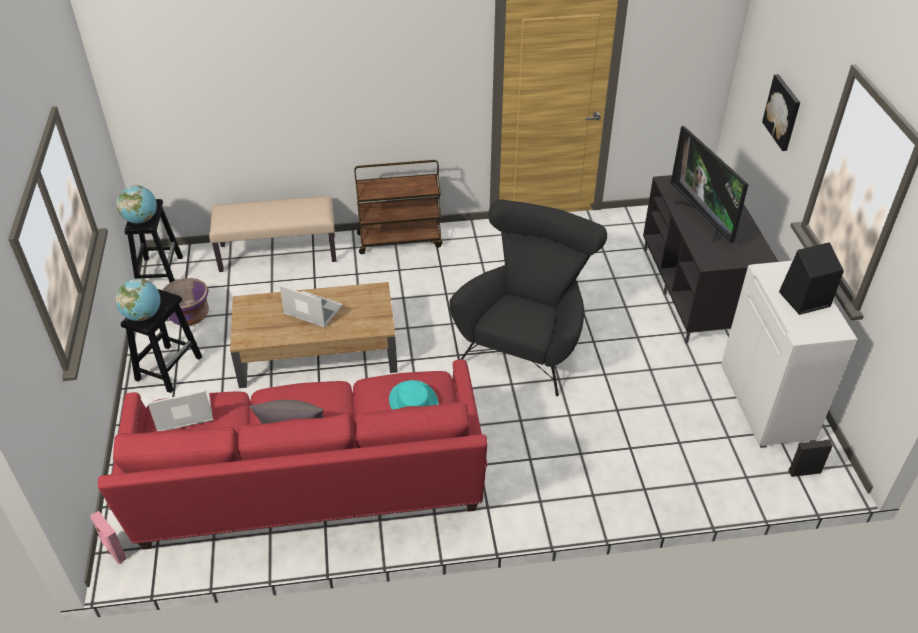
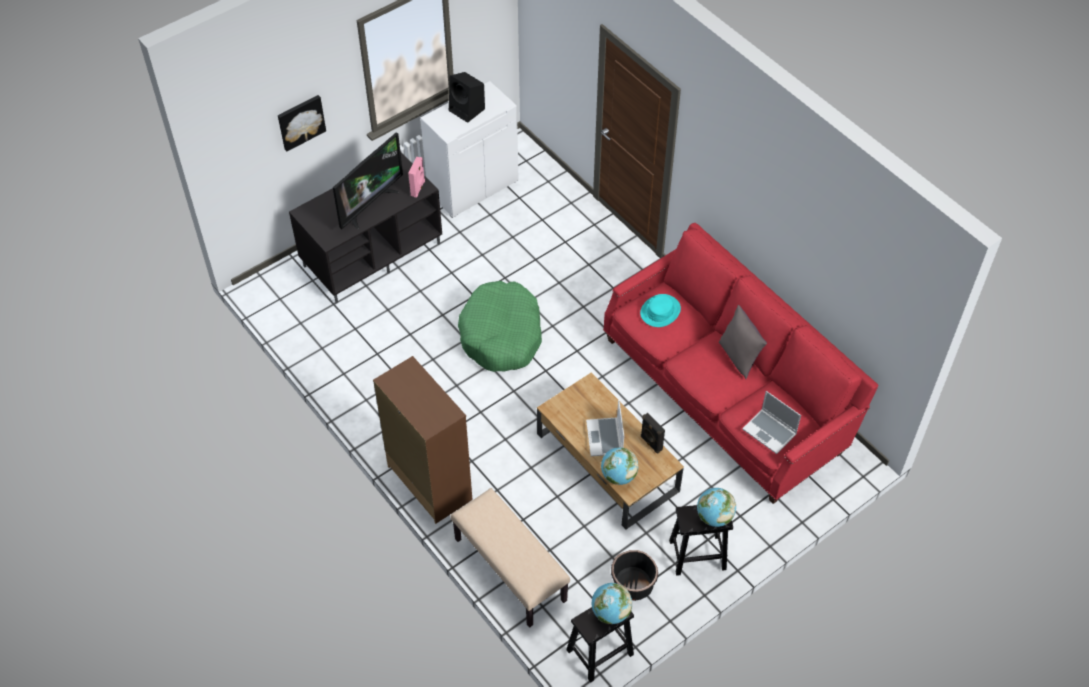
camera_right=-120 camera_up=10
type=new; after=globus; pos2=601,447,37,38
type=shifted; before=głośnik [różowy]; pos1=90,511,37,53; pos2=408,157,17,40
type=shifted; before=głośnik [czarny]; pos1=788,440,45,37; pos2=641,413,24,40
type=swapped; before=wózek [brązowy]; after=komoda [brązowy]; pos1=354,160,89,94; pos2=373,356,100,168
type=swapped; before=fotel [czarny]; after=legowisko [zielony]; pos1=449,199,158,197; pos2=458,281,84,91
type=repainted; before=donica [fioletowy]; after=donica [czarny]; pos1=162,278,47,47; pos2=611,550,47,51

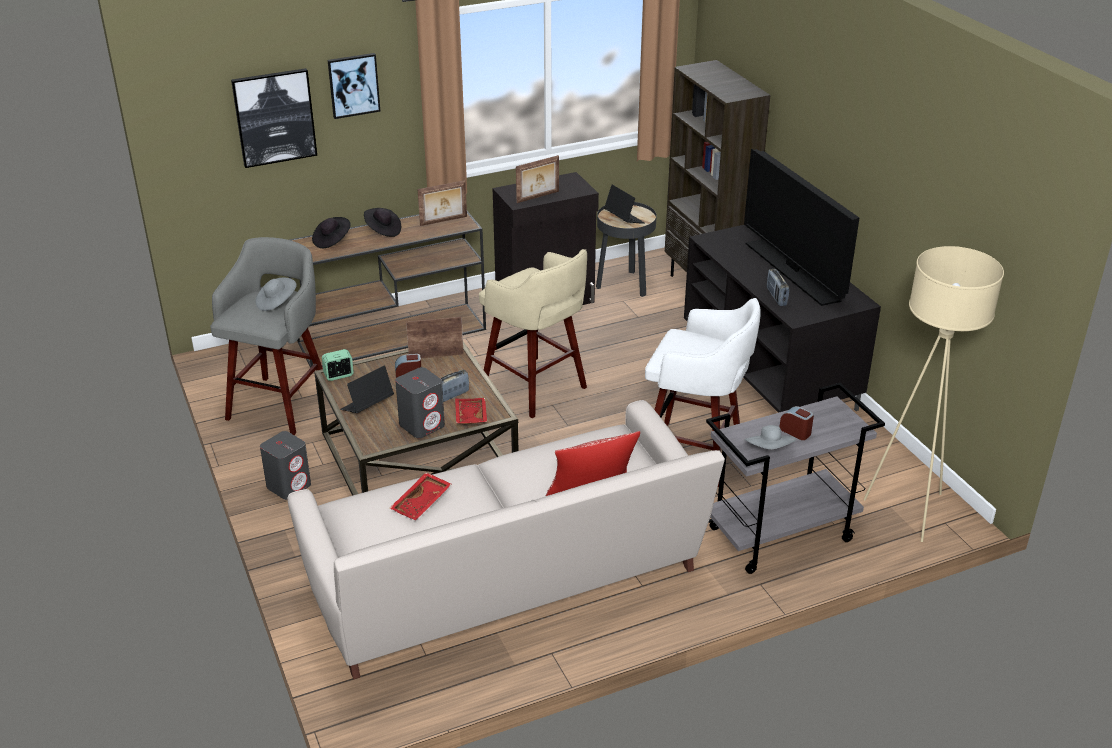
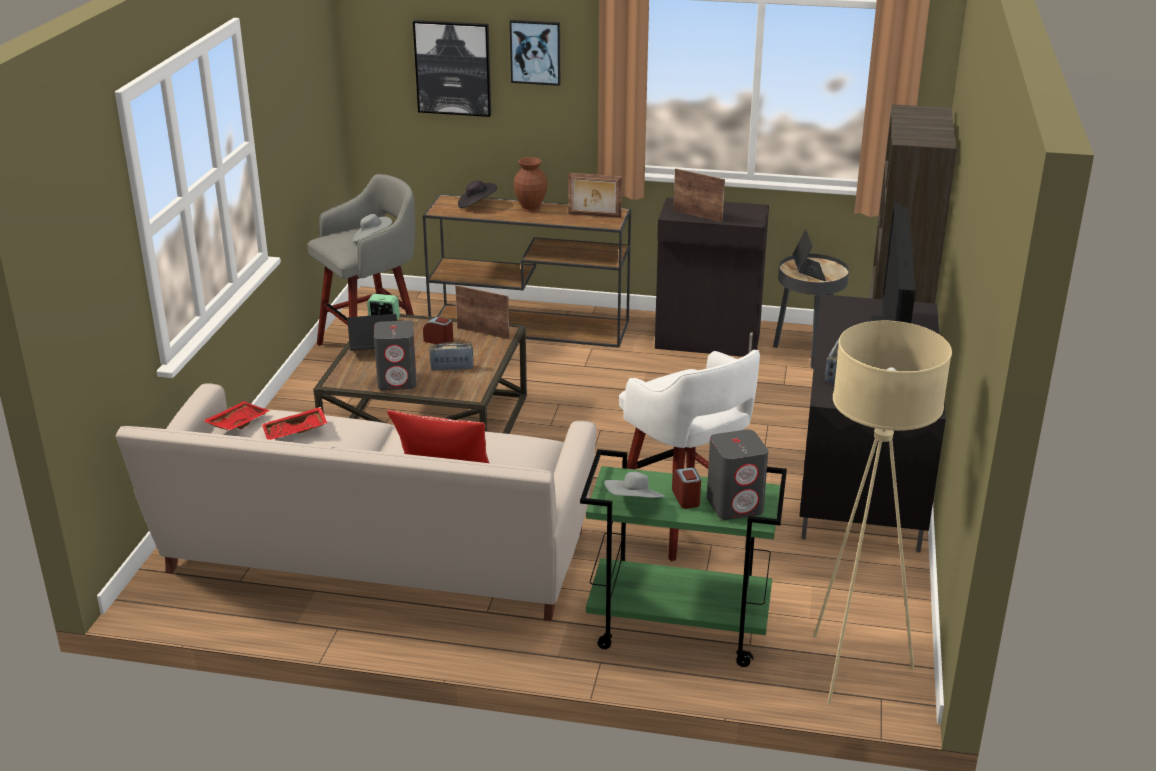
camera_right=35 camera_up=-5
type=gone; before=stołek [beżowy]; pos1=479,249,108,169
type=shifted; before=głośnik [szary]; pos1=260,431,51,69; pos2=707,430,61,90
type=shifted; before=taca [czerwony]; pos1=455,398,32,26; pos2=203,401,67,30
type=swapped; before=kapelusz [czarny]; after=wazon [brązowy]; pos1=364,208,37,29; pos2=513,157,35,55
type=repainted; before=wózek [szary]; after=wózek [zielony]; pos1=706,383,179,191; pos2=580,449,207,218
type=rotated; before=ramka na zdjęcie; pos1=516,155,43,48; pos2=673,168,52,54; turn=-150

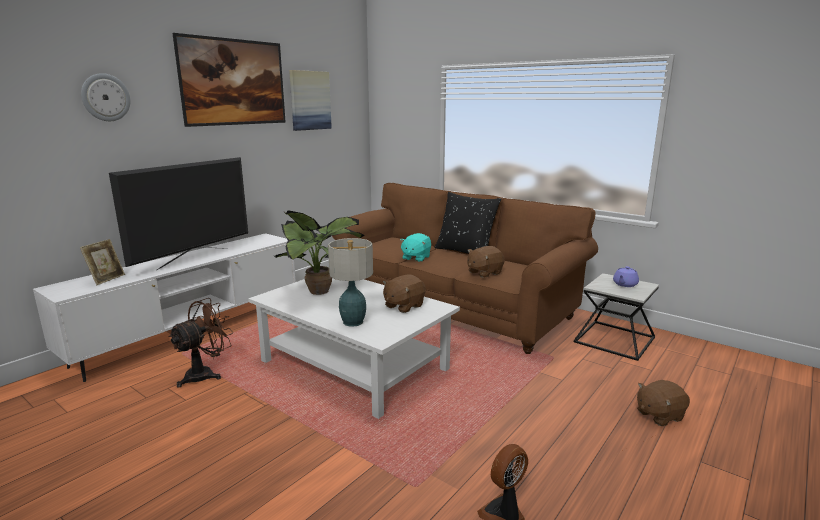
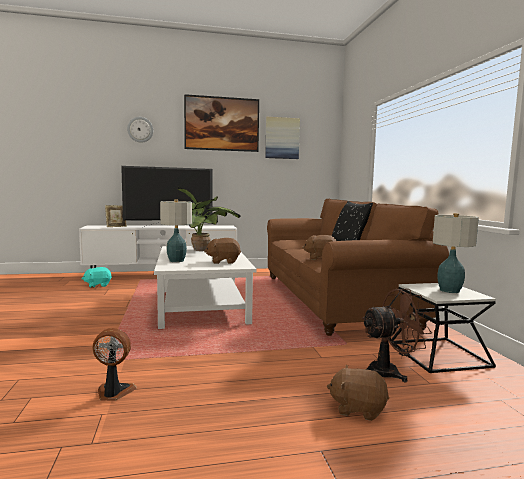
camera_right=40 camera_up=-10
type=shifted; before=wentylator [brązowy]; pos1=168,298,66,90; pos2=361,289,71,94
type=shifted; before=pluszak [turkusowy]; pos1=400,233,31,29; pos2=82,267,30,21
type=swapped; before=imbryk [fioletowy]; after=lampa stołowa; pos1=613,266,26,21; pos2=433,213,46,80

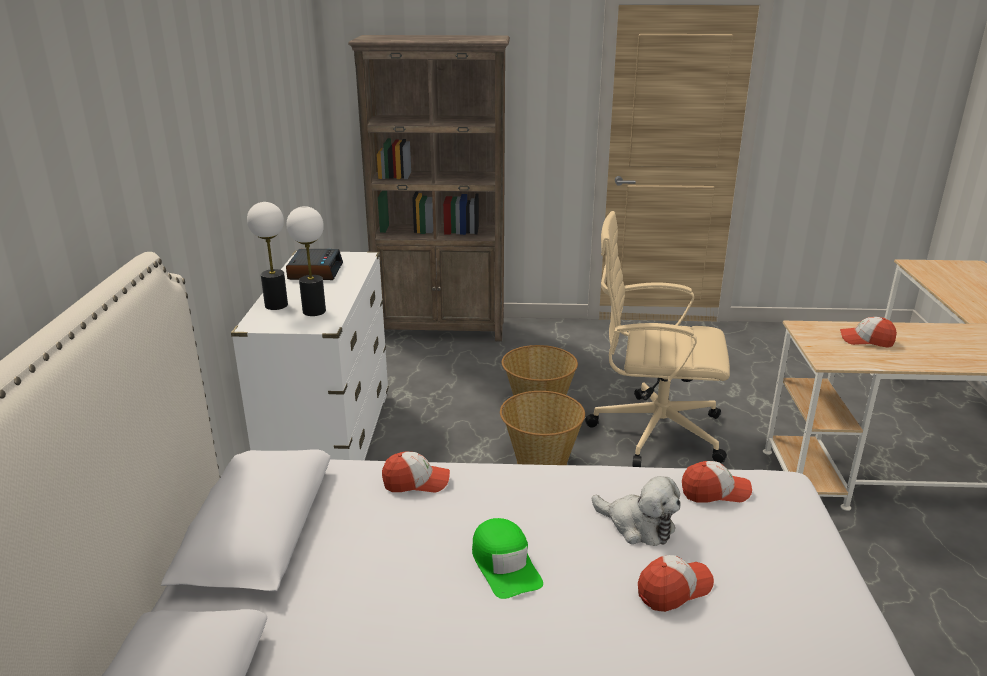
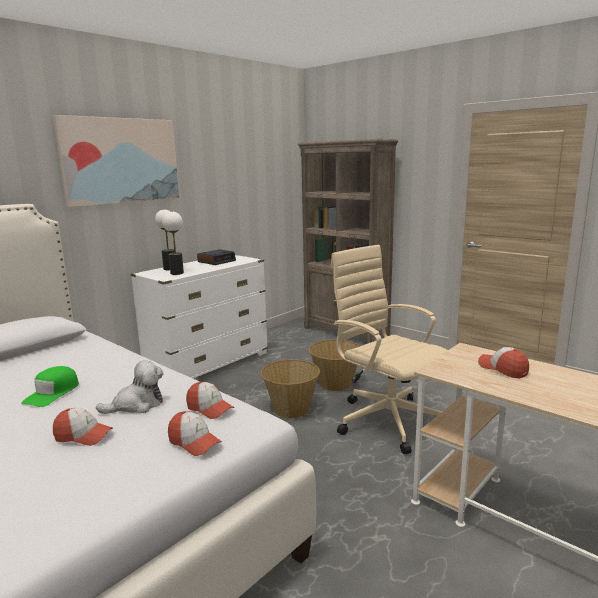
camera_right=40 camera_up=-10
type=new; after=obraz; pos2=53,115,126,92
type=shifted; before=czapka z daszkiem; pos1=382,452,68,41; pos2=168,411,54,45
type=rotated; before=pluszak; pos1=592,476,89,70; pos2=96,360,68,54; turn=-105

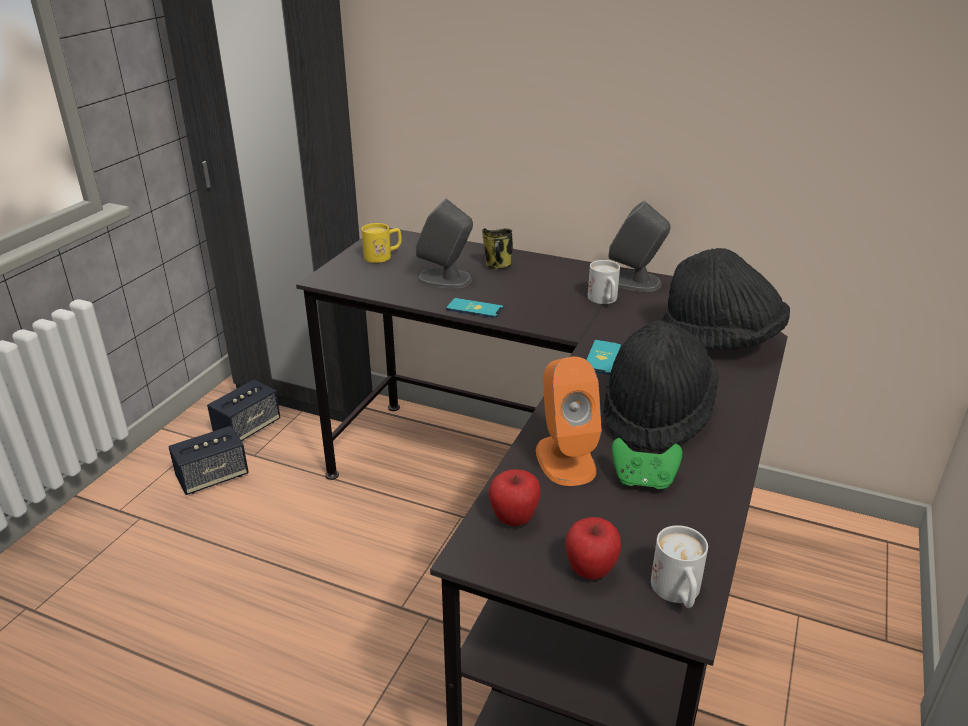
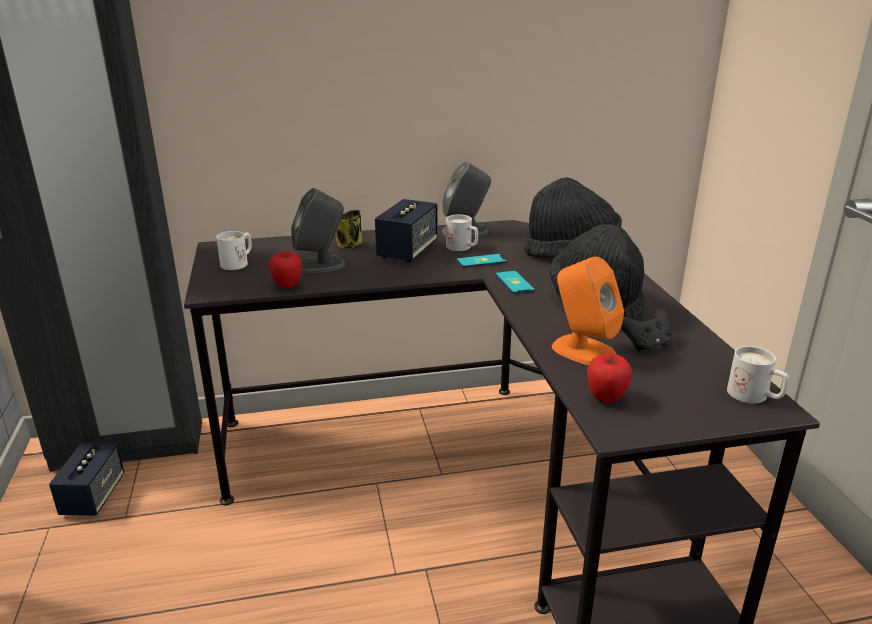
camera_right=-35 camera_up=-5
type=shifted; before=głośnik; pos1=168,426,81,69; pos2=375,199,62,63
type=shifted; before=telefon; pos1=446,298,57,20; pos2=457,254,50,14
type=shifted; before=jabłko; pos1=565,517,56,63; pos2=269,251,33,37
type=repainted; before=kubek [żółty]; after=kubek [biały]; pos1=362,223,40,40; pos2=216,231,36,39
type=repainted; before=pad do gier [zielony]; after=pad do gier [czarny]; pos1=612,438,70,52; pos2=621,308,52,44

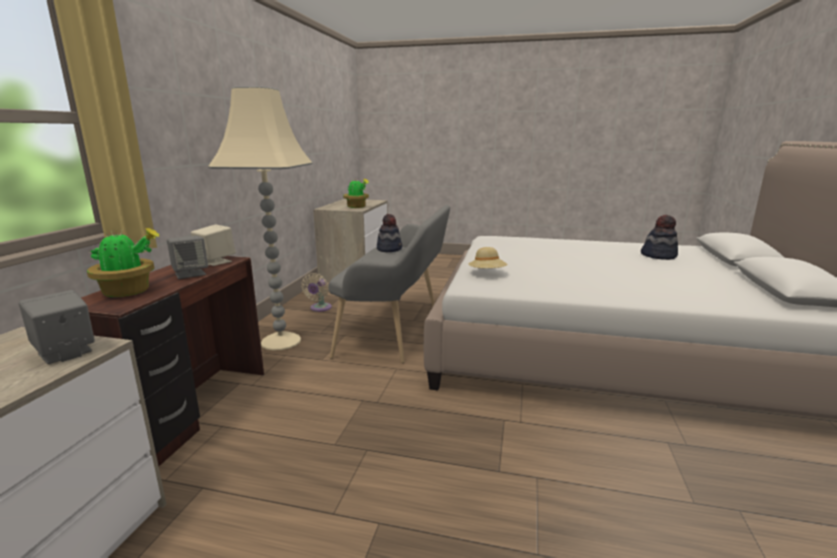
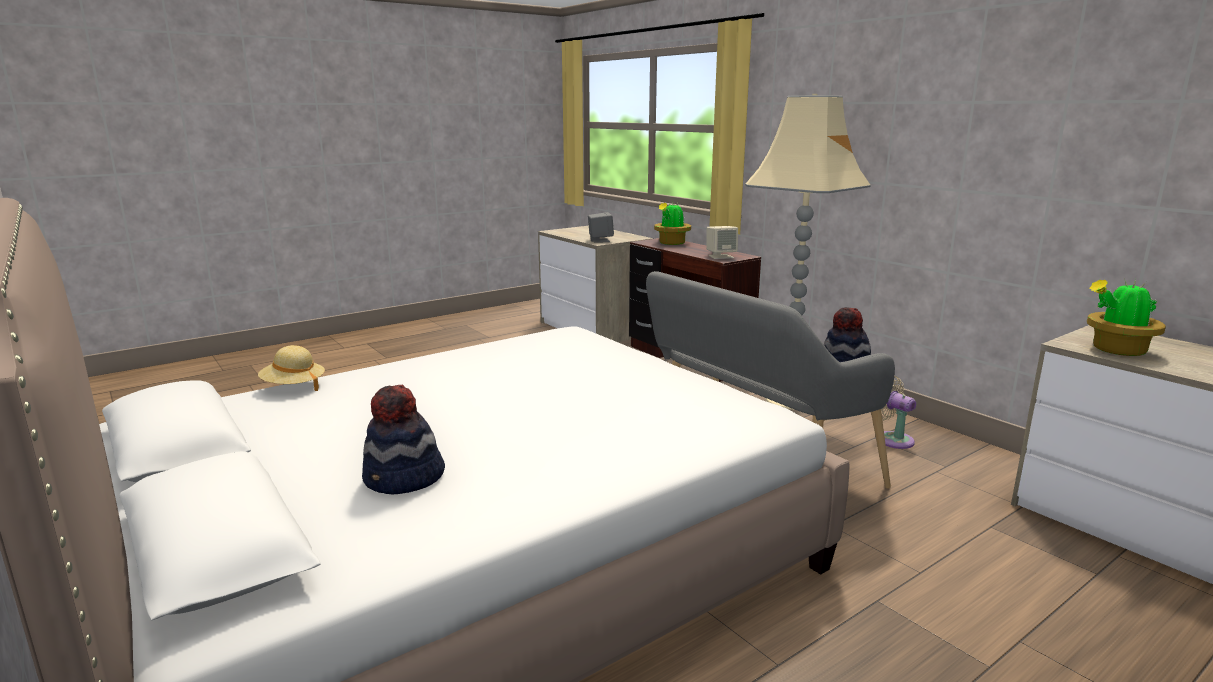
camera_right=130 camera_up=0
type=gone; before=głośnik [szary]; pos1=167,236,41,43
type=shifted; before=kapelusz [beżowy]; pos1=468,247,39,21; pos2=258,345,67,46

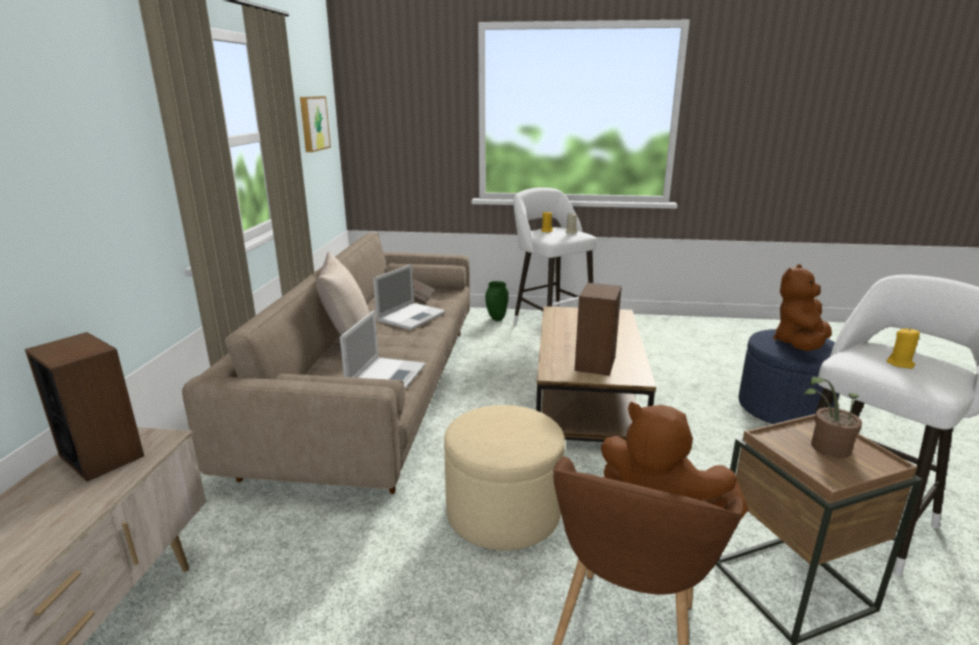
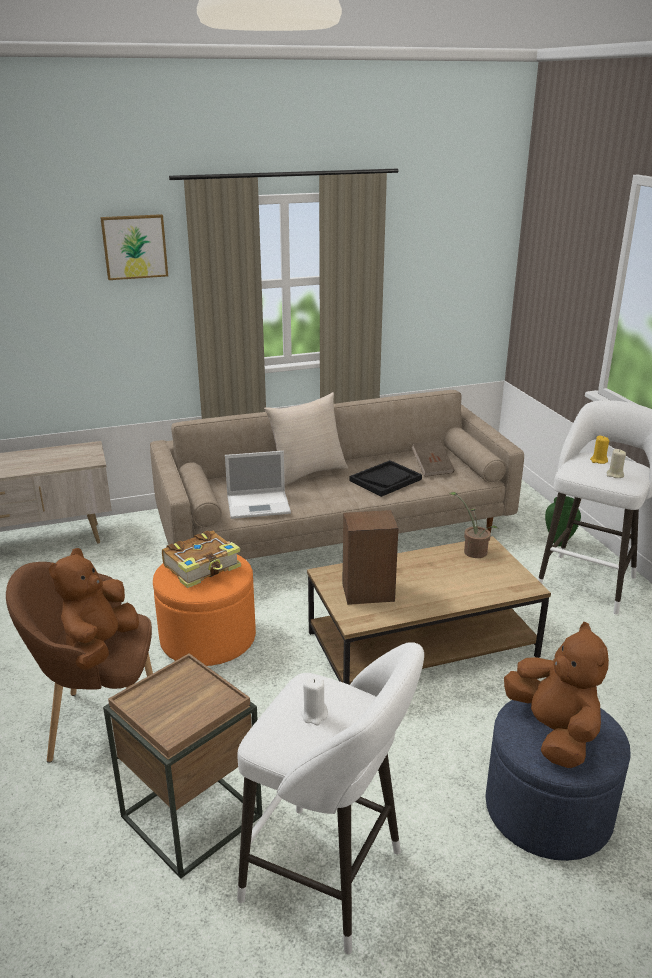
camera_right=65 camera_up=5
type=gone; before=głośnik; pos1=25,332,119,150
type=new; after=książka; pos2=162,531,79,57
type=shifted; before=obraz; pos1=300,96,31,56; pos2=100,214,68,66
type=shifted; before=roślina doniczkowa; pos1=803,377,59,81; pos2=449,492,50,66
type=swapped; before=laptop; after=taca [czarny]; pos1=373,264,73,66; pos2=350,460,72,37
type=repainted; before=pufa [beżowy]; after=pufa [pomarańczowy]; pos1=444,405,121,146; pos2=153,555,103,111
type=repainted; before=świeca [żółty]; after=świeca [biały]; pos1=886,328,34,41; pos2=301,677,27,48
type=rotated; before=pluszak [brązowy]; pos1=773,264,59,87; pos2=504,622,105,146; turn=60

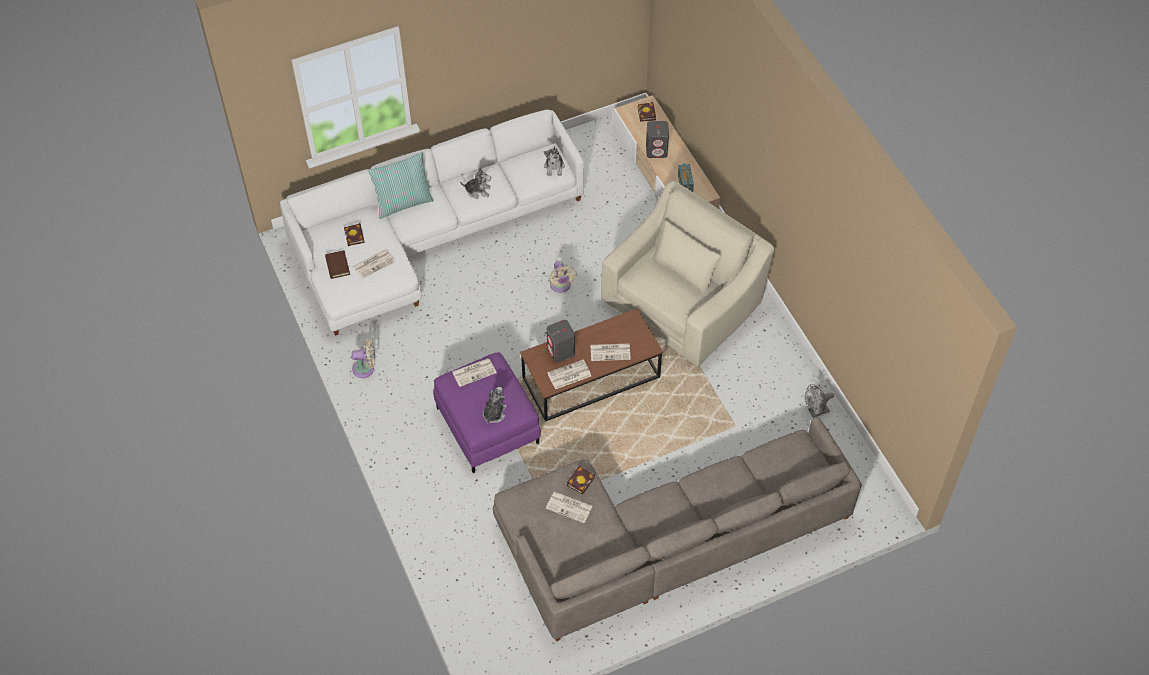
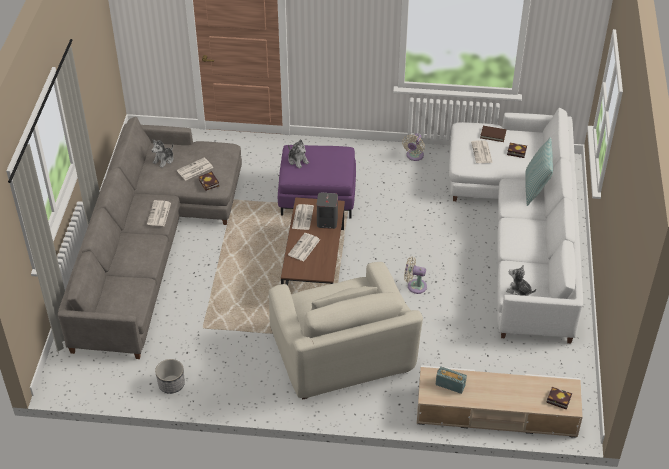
camera_right=120 camera_up=-10
type=gone; before=głośnik [szary]; pos1=646,121,23,37
type=shifted; before=gazeta; pos1=452,358,45,29; pos2=147,200,24,26
type=shifted; before=pluszak; pos1=460,168,31,31; pos2=151,139,23,29
type=swapped; before=wentylator [szary]; after=donica; pos1=805,384,29,34; pos2=155,359,30,35

